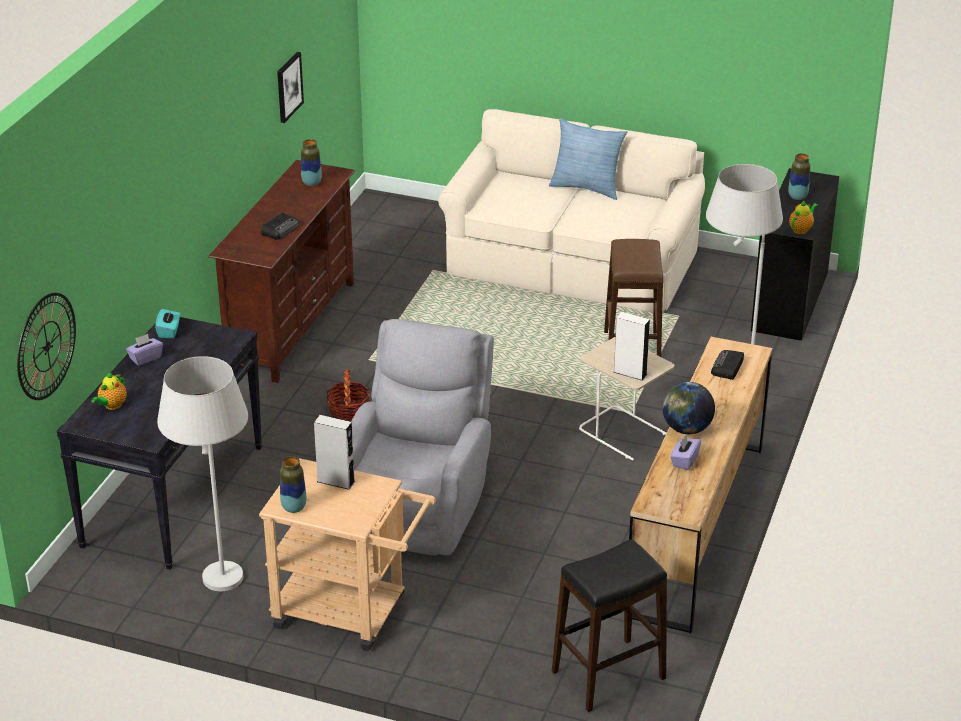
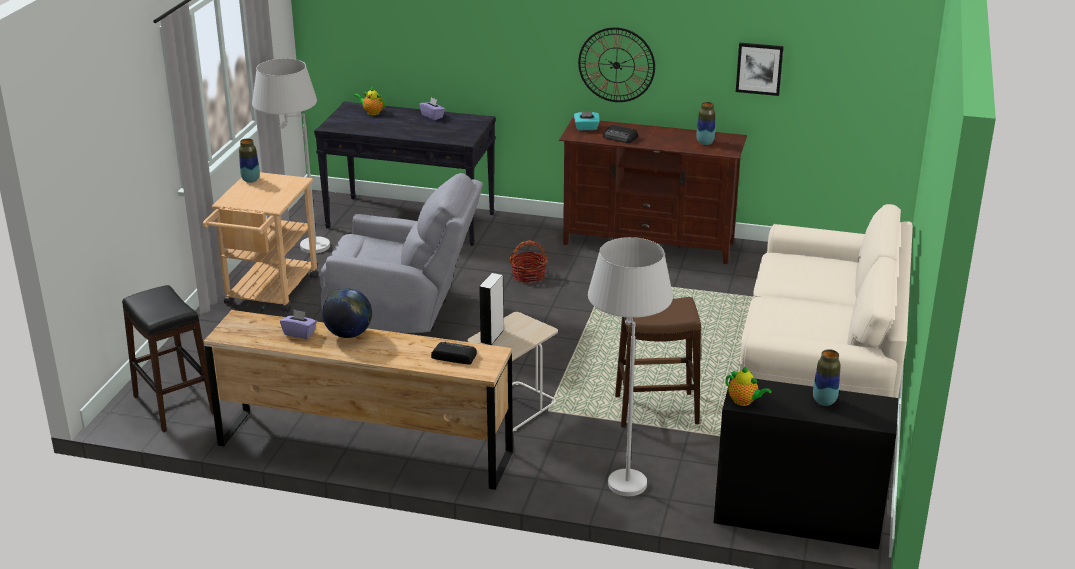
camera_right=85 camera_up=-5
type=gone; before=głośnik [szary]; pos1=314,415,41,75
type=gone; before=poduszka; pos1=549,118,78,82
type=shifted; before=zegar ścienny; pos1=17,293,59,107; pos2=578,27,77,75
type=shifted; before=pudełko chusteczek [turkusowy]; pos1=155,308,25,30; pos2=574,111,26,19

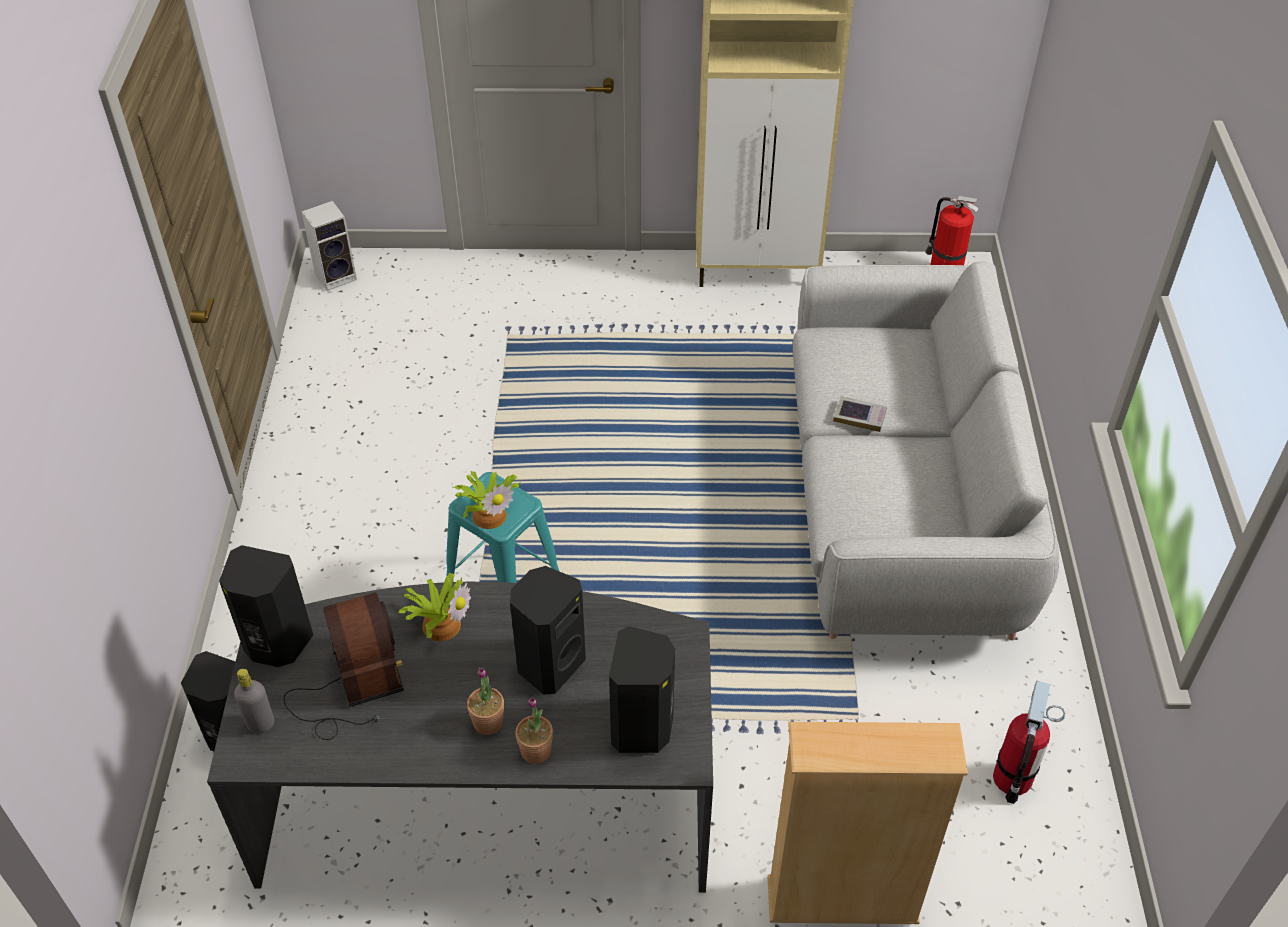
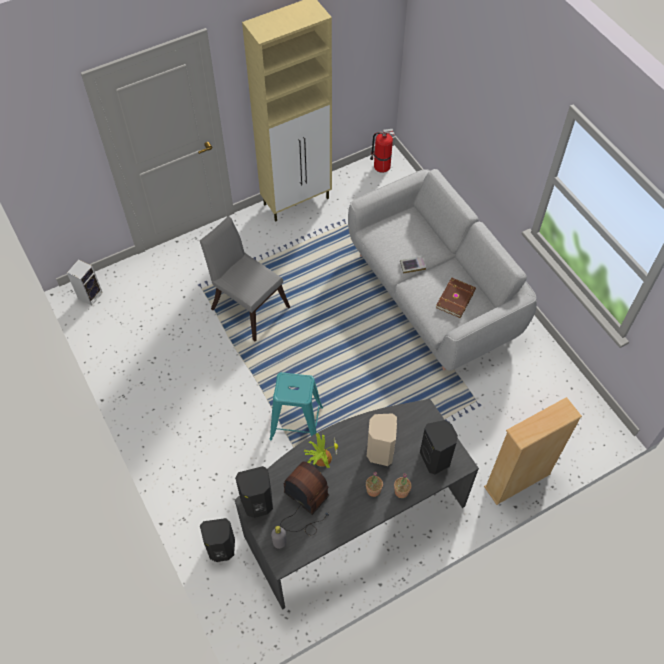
camera_right=-30 camera_up=10
type=gone; before=roślina doniczkowa; pos1=453,471,67,58
type=gone; before=gaśnica; pos1=993,681,72,123
type=new; after=krzesło [szary]; pos2=200,216,90,125
type=new; after=książka [brązowy]; pos2=436,277,40,41
type=repainted; before=głośnik [czarny]; after=głośnik [beżowy]; pos1=510,566,76,129; pos2=367,413,30,53

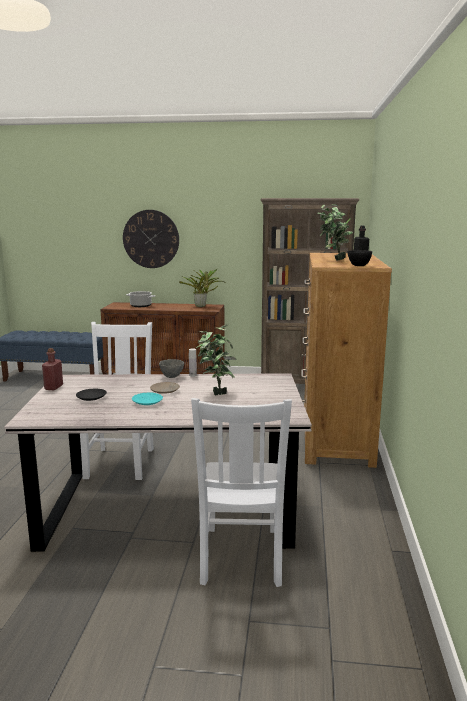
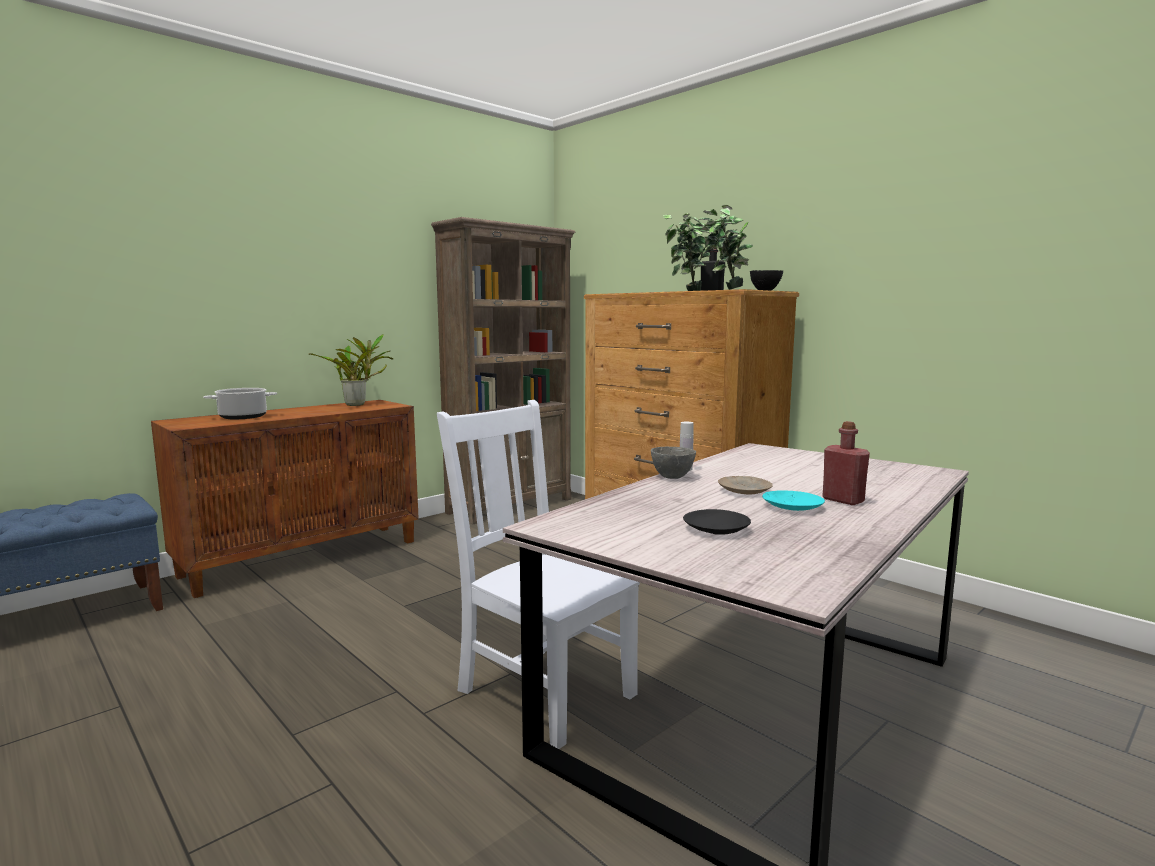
camera_right=-50 camera_up=-5
type=gone; before=zegar ścienny; pos1=123,210,56,58
type=gone; before=krzesło [biały]; pos1=191,398,101,189
type=shifted; before=butelka [czerwony]; pos1=42,348,21,42; pos2=823,421,47,84
type=shifted; before=roślina doniczkowa; pos1=196,325,41,70; pos2=698,205,55,85

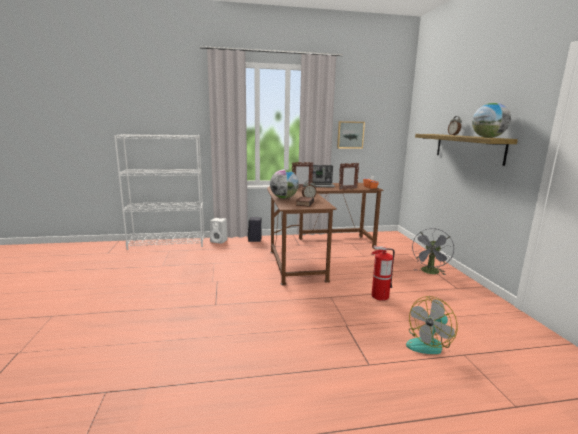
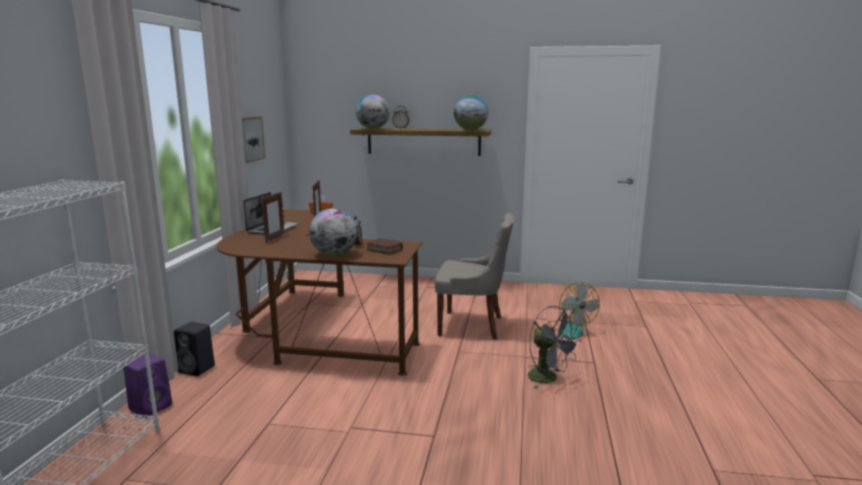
camera_right=-70 camera_up=0
type=new; after=globus; pos2=356,95,34,34
type=shifted; before=wentylator [szary]; pos1=412,228,42,47; pos2=528,306,53,83
type=swapped; before=gaśnica; after=krzesło [szary]; pos1=371,246,24,55; pos2=435,213,80,127
type=repainted; before=głośnik [biały]; after=głośnik [fioletowy]; pos1=210,218,18,26; pos2=123,353,49,65

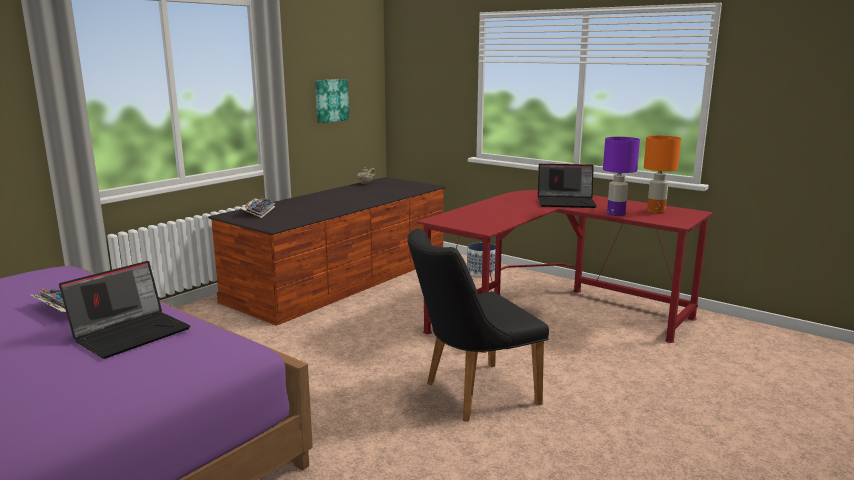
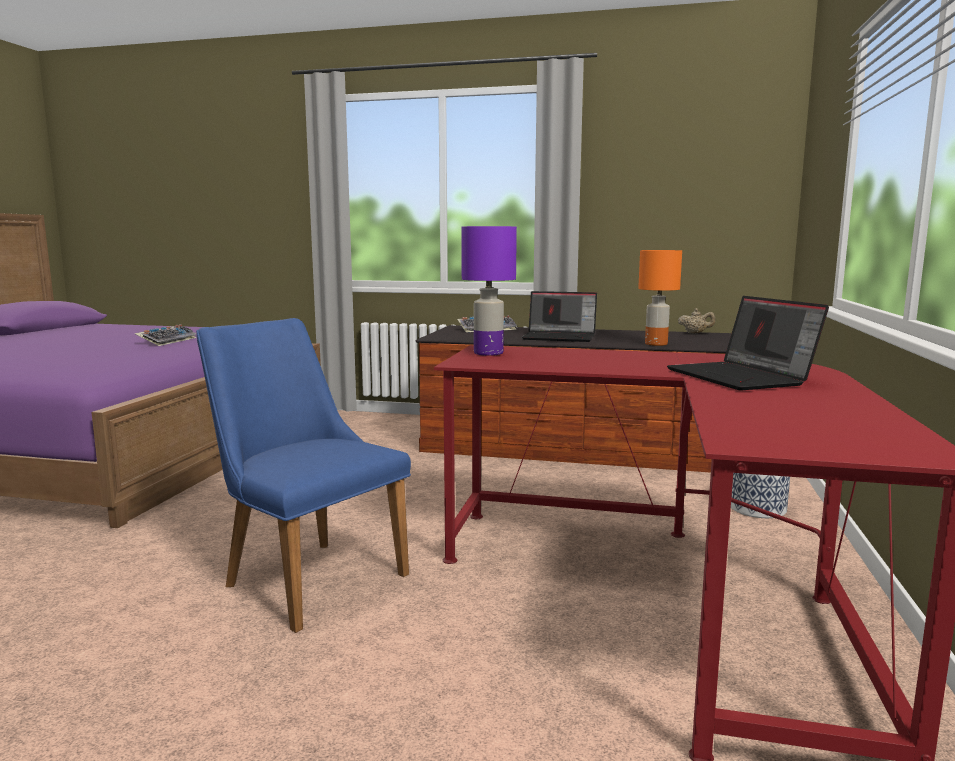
camera_right=65 camera_up=-5
type=gone; before=obraz; pos1=315,79,34,44
type=shifted; before=laptop; pos1=59,261,131,98; pos2=522,291,75,51
type=shifted; before=lampa stołowa [fioletowy]; pos1=603,137,37,79; pos2=461,226,56,130
type=shifted; before=lampa stołowa [pomarańczowy]; pos1=643,135,38,79; pos2=638,250,44,96
type=repainted; before=krzesło [czarny]; after=krzesło [niebieski]; pos1=407,229,142,193; pos2=196,318,215,315

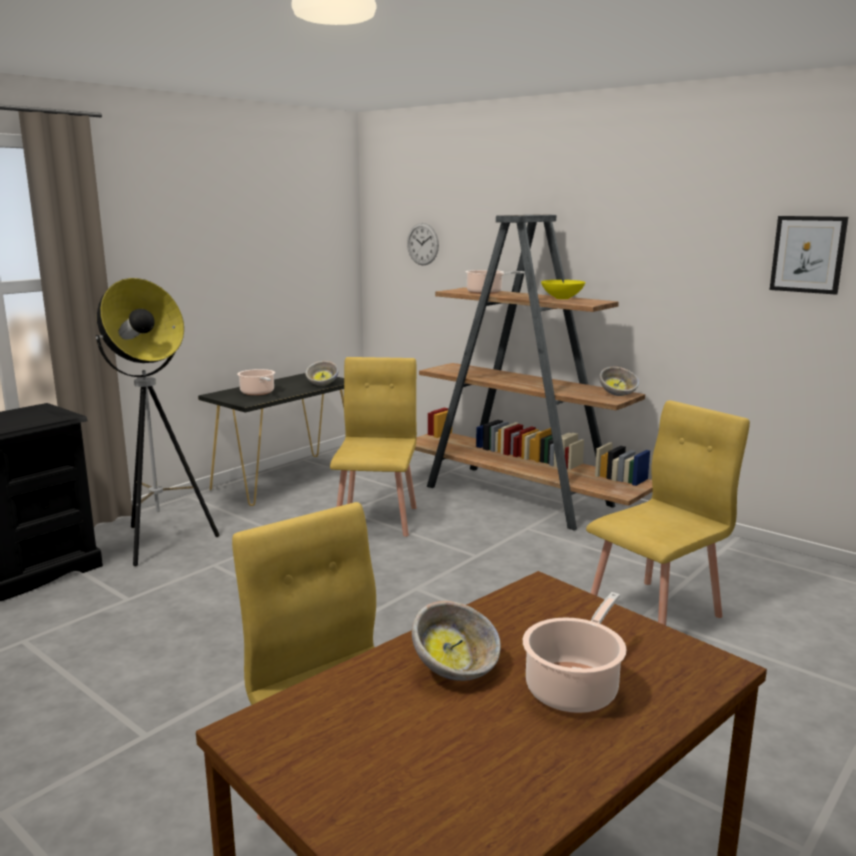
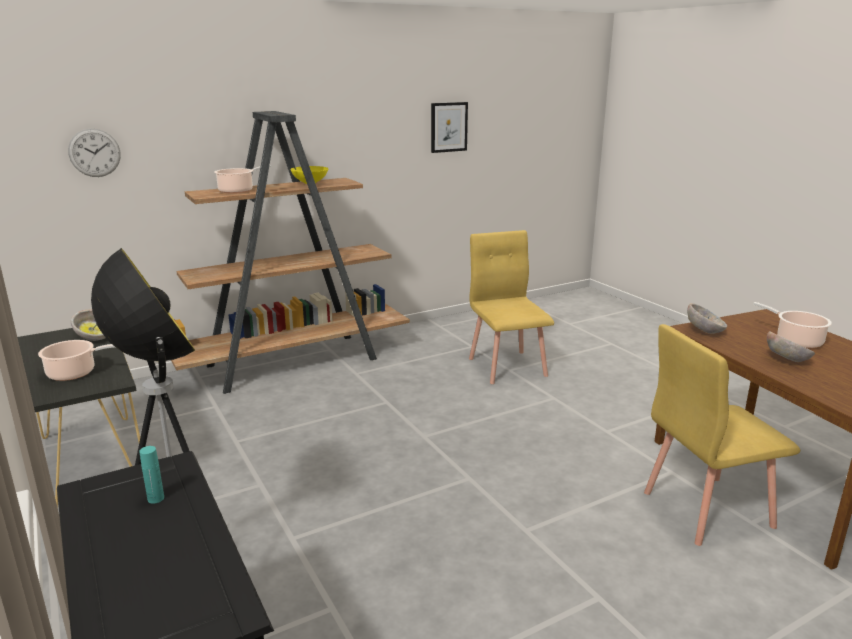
camera_right=-70 camera_up=5
type=gone; before=krzesło [żółty]; pos1=330,357,87,180
type=new; after=butelka [turkusowy]; pos2=139,446,25,58
type=shifted; before=miska; pos1=599,367,40,29; pos2=687,303,40,31

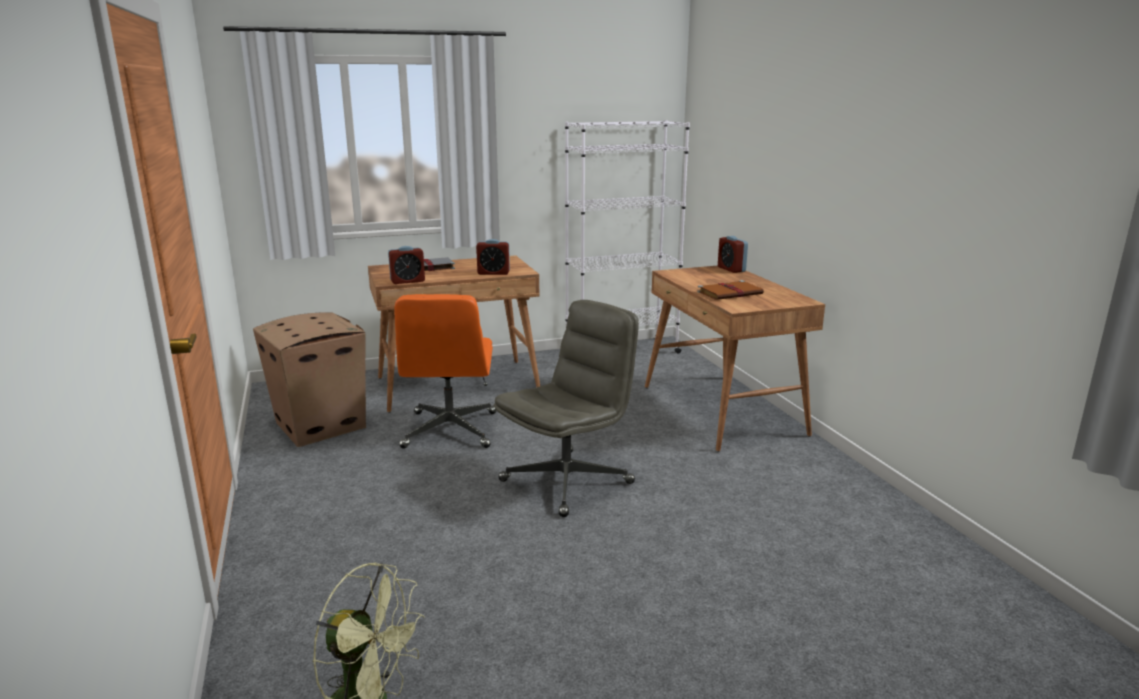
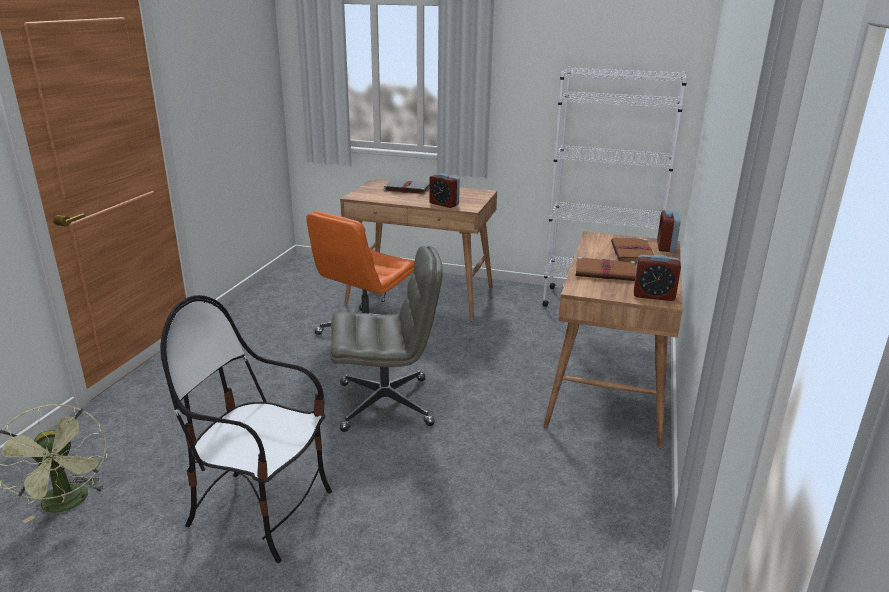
camera_right=35 camera_up=5
type=gone; before=karton; pos1=253,312,114,135
type=new; after=krzesło; pos2=160,295,172,268
type=new; after=książka [brązowy]; pos2=611,238,43,25
type=shifted; before=budzik; pos1=388,246,37,38; pos2=634,254,47,47

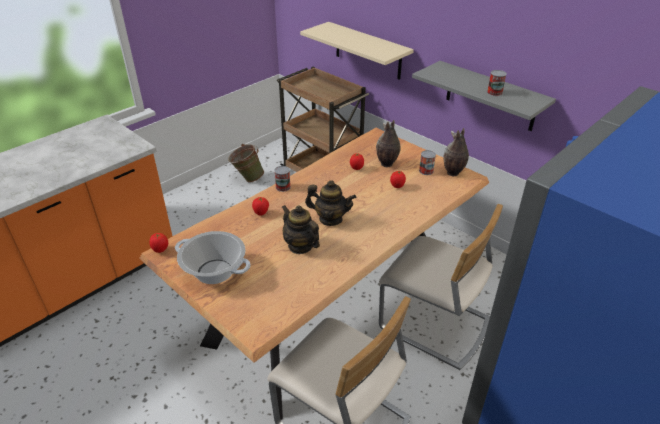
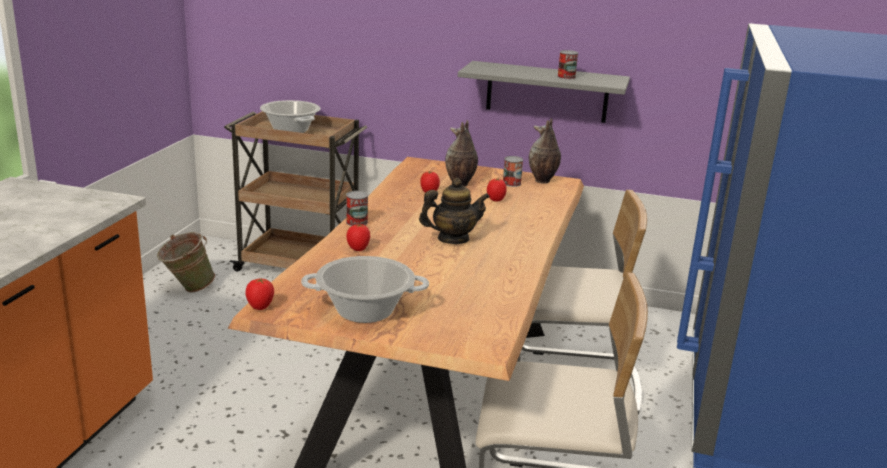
camera_right=-30 camera_up=-15
type=gone; before=imbryk; pos1=282,205,38,49
type=gone; before=półka [beżowy]; pos1=300,22,114,58
type=new; after=garnek; pos2=260,100,60,33

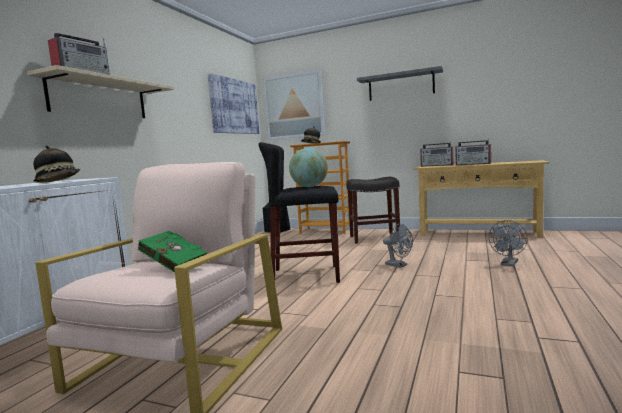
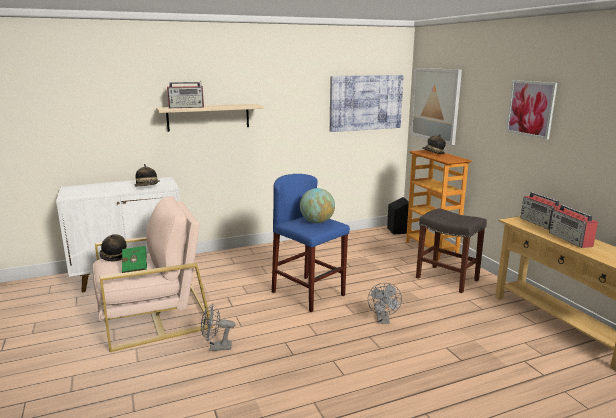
camera_right=45 camera_up=10
type=new; after=kapelusz; pos2=100,234,27,28
type=shifted; before=wentylator [szary]; pos1=489,220,39,46; pos2=201,304,34,47
type=swapped; before=półka [szary]; after=obraz; pos1=357,66,86,35; pos2=506,80,51,59
type=repainted; before=stołek [czarny]; after=stołek [niebieski]; pos1=259,142,81,141; pos2=272,174,78,138

